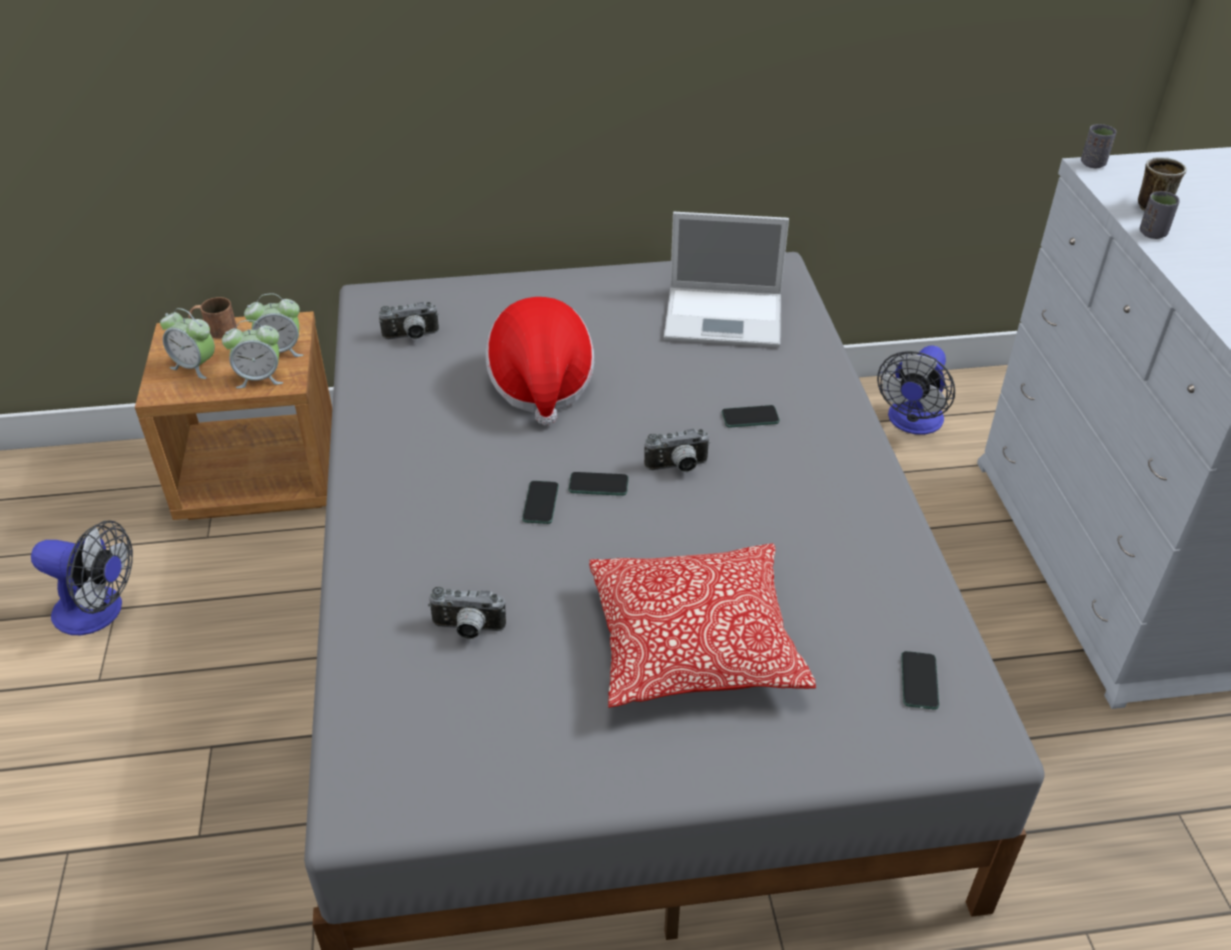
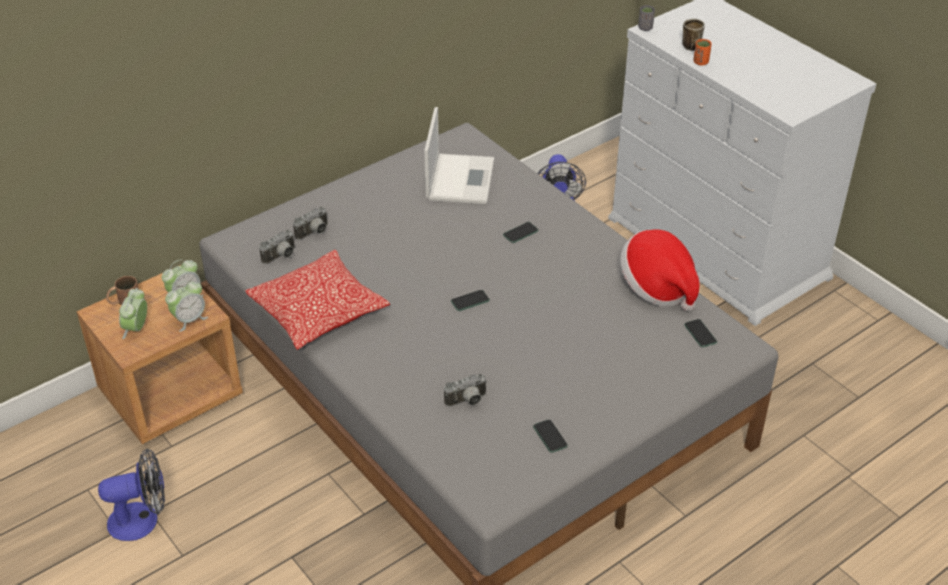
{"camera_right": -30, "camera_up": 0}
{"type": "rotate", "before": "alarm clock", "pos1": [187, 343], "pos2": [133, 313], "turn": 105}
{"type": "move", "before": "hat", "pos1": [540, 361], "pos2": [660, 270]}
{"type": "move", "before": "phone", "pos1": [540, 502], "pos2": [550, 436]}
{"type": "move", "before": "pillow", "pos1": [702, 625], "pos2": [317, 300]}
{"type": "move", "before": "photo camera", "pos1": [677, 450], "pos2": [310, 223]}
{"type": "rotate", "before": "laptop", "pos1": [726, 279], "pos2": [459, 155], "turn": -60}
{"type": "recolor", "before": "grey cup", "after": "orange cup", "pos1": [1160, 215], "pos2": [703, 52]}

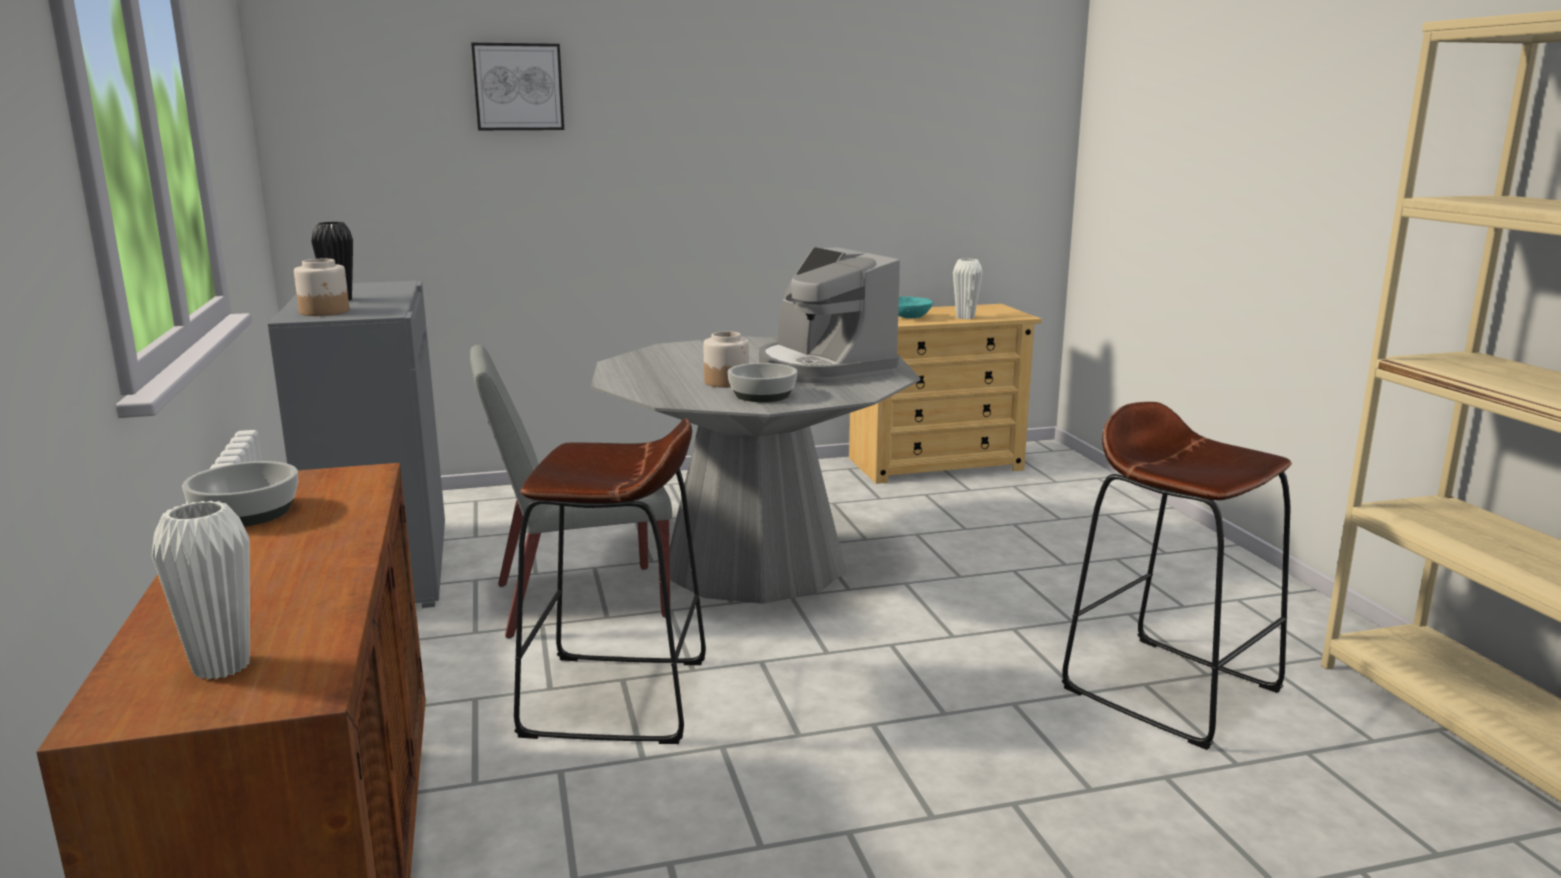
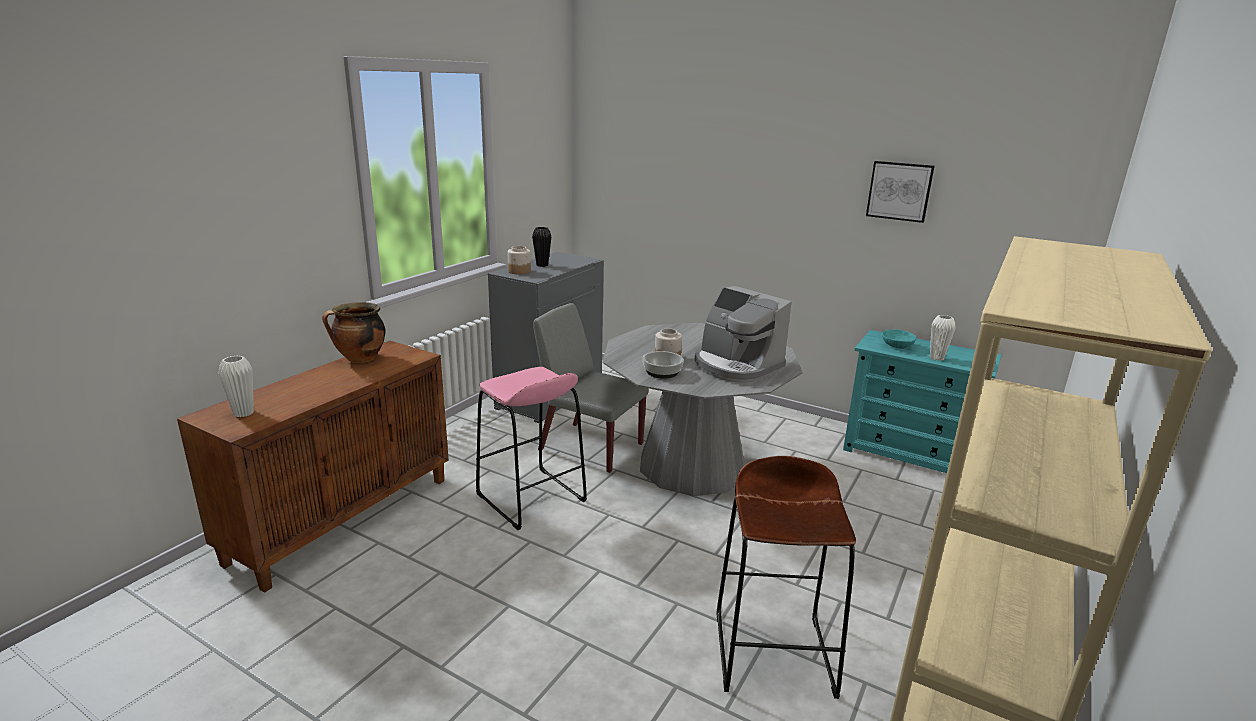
{"camera_right": 45, "camera_up": 5}
{"type": "replace", "before": "bowl", "after": "cooking pot", "pos1": [240, 494], "pos2": [354, 332]}
{"type": "move", "before": "picture", "pos1": [517, 86], "pos2": [900, 192]}
{"type": "recolor", "before": "brown stool", "after": "pink stool", "pos1": [610, 581], "pos2": [531, 448]}
{"type": "rotate", "before": "coffee machine", "pos1": [829, 315], "pos2": [742, 334], "turn": -60}
{"type": "recolor", "before": "beige dresser", "after": "turquoise dresser", "pos1": [945, 394], "pos2": [922, 401]}

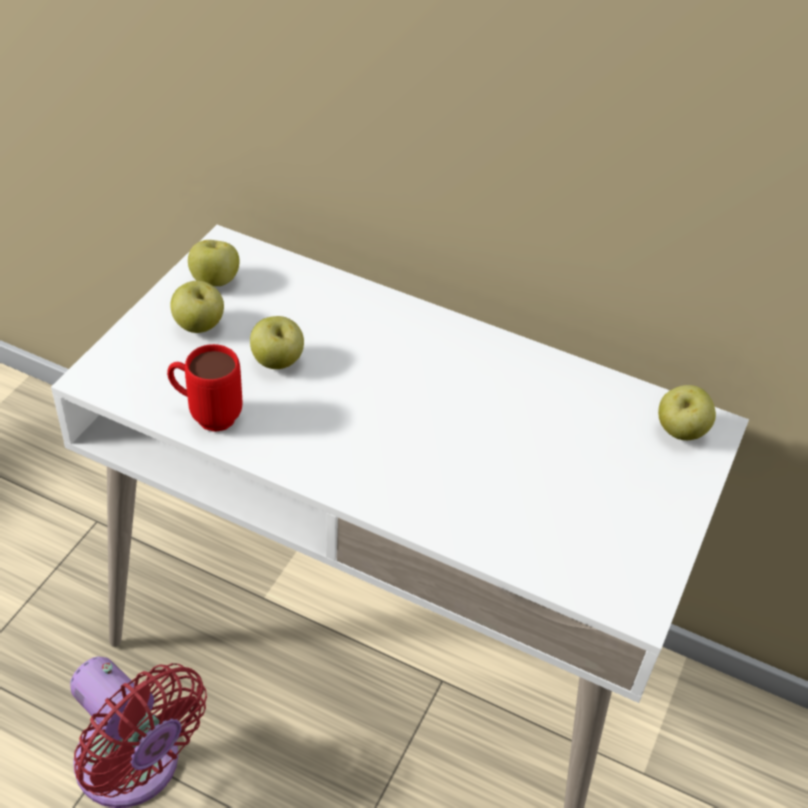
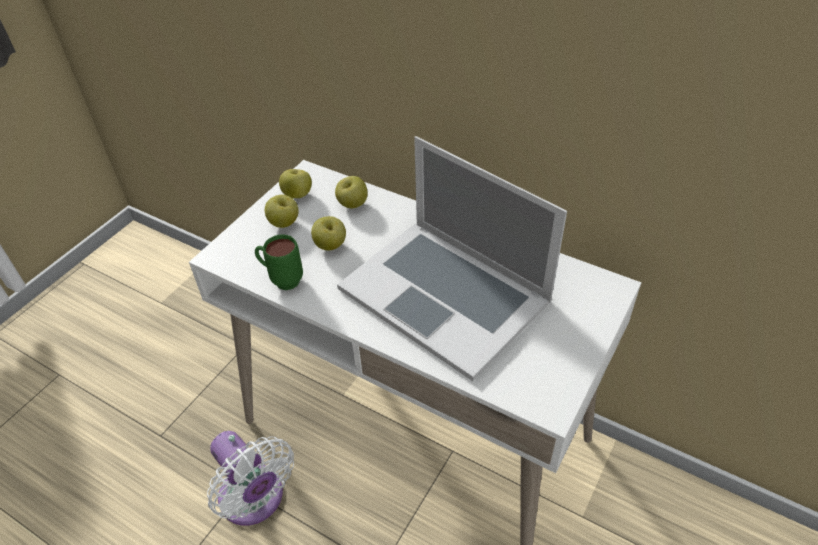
{"camera_right": 10, "camera_up": 0}
{"type": "recolor", "before": "red fan", "after": "white fan", "pos1": [138, 732], "pos2": [250, 478]}
{"type": "recolor", "before": "red mug", "after": "green mug", "pos1": [204, 388], "pos2": [279, 262]}
{"type": "move", "before": "apple", "pos1": [687, 412], "pos2": [351, 192]}
{"type": "insert", "after": "laptop", "pos2": [452, 258]}

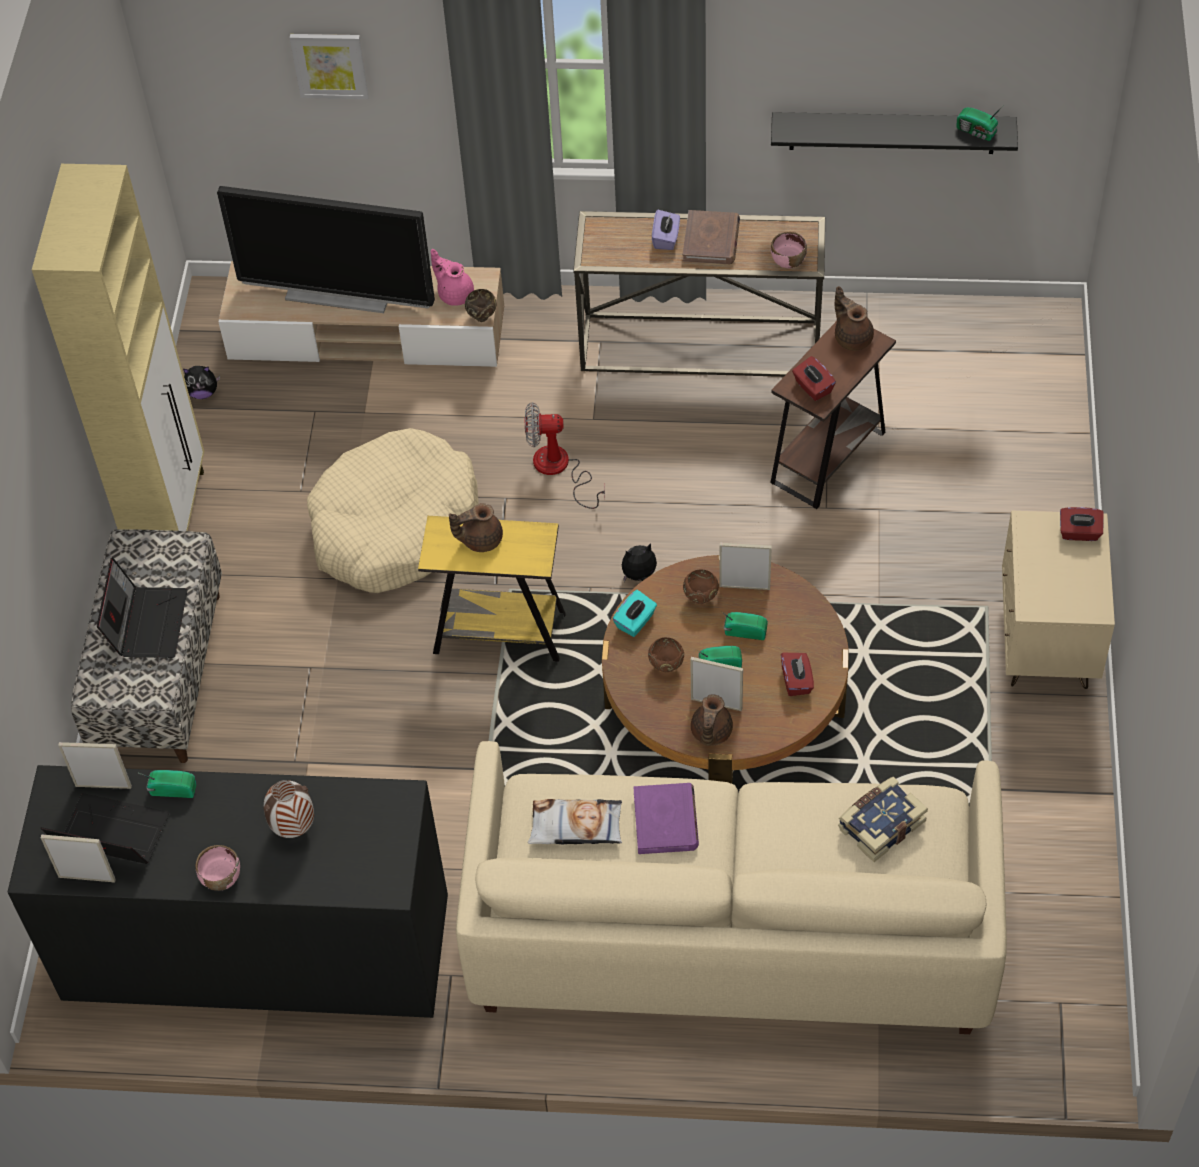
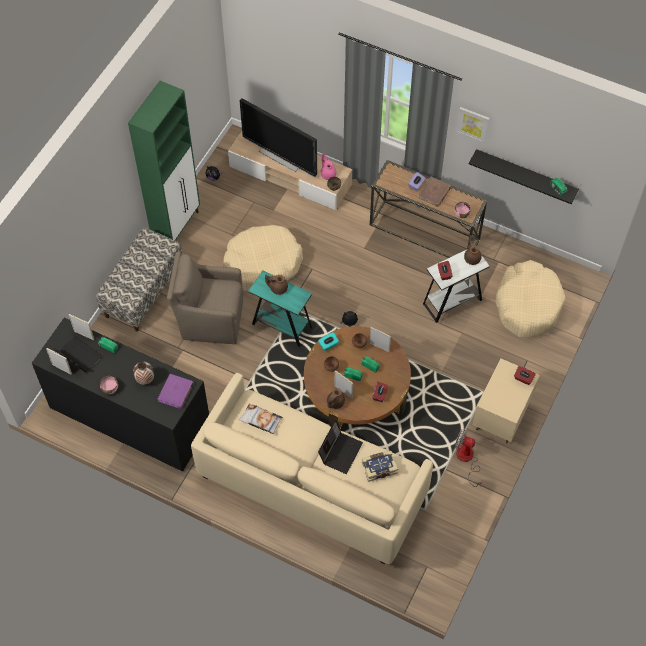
{"camera_right": 20, "camera_up": 5}
{"type": "recolor", "before": "beige cabinet", "after": "green cabinet", "pos1": [118, 347], "pos2": [164, 161]}
{"type": "move", "before": "laptop", "pos1": [142, 607], "pos2": [340, 447]}
{"type": "move", "before": "picture", "pos1": [329, 66], "pos2": [473, 125]}
{"type": "recolor", "before": "yellow side table", "after": "turquoise side table", "pos1": [492, 589], "pos2": [280, 308]}
{"type": "move", "before": "fan", "pos1": [565, 455], "pos2": [468, 458]}
{"type": "move", "before": "purple book", "pos1": [666, 818], "pos2": [176, 391]}
{"type": "recolor", "before": "brown side table", "after": "white side table", "pos1": [833, 415], "pos2": [456, 286]}
{"type": "insert", "after": "brown armchair", "pos2": [205, 298]}
{"type": "insert", "after": "beige dog bed", "pos2": [530, 299]}

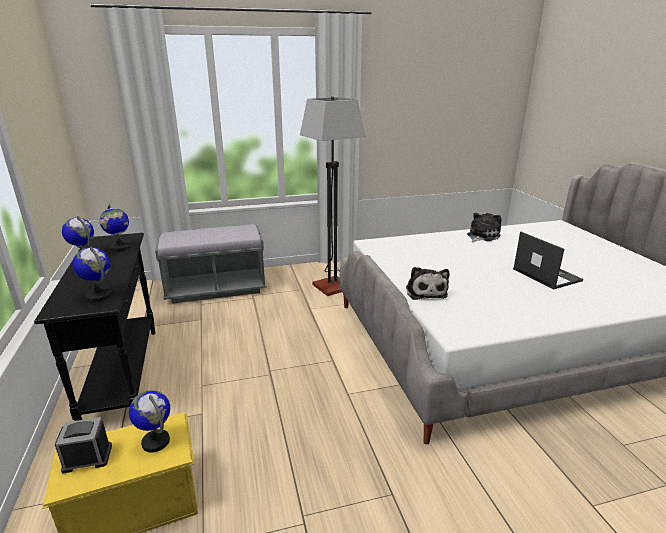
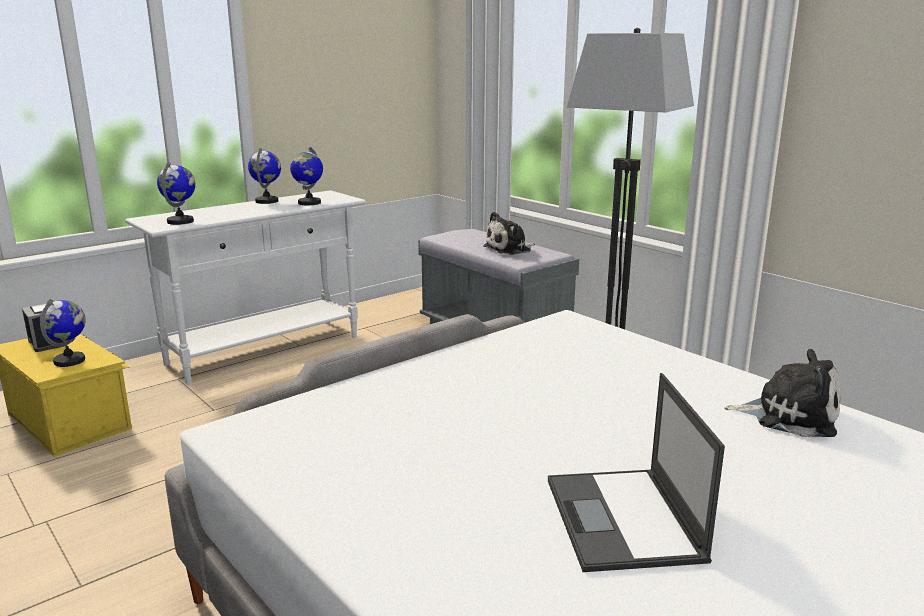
{"camera_right": 65, "camera_up": -5}
{"type": "recolor", "before": "black console table", "after": "white console table", "pos1": [94, 327], "pos2": [246, 287]}
{"type": "move", "before": "plush toy", "pos1": [427, 283], "pos2": [509, 233]}
{"type": "rotate", "before": "laptop", "pos1": [548, 260], "pos2": [636, 472], "turn": 135}

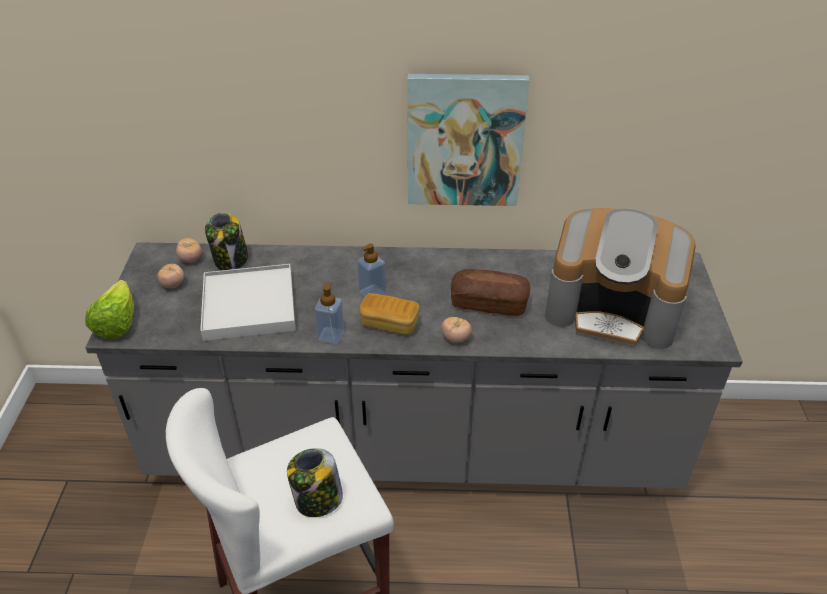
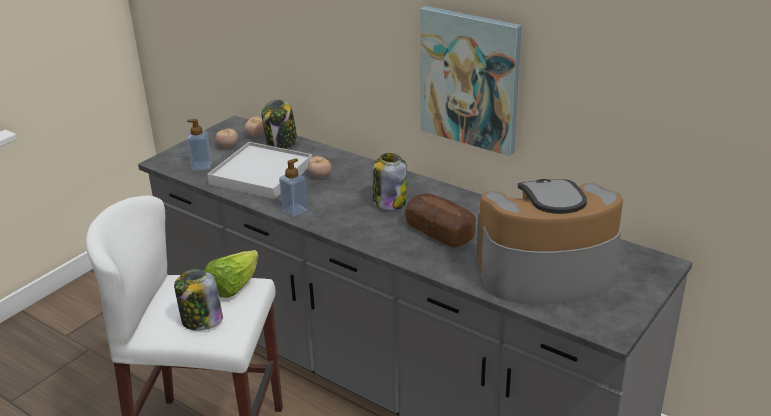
{"camera_right": 35, "camera_up": -10}
{"type": "move", "before": "lettuce", "pos1": [109, 309], "pos2": [231, 274]}
{"type": "move", "before": "soap dispenser", "pos1": [371, 270], "pos2": [199, 144]}
{"type": "delete", "before": "bread", "pos1": [389, 314]}
{"type": "move", "before": "tomato", "pos1": [456, 330], "pos2": [319, 167]}
{"type": "rotate", "before": "coffee machine", "pos1": [620, 278], "pos2": [549, 242], "turn": 120}
{"type": "insert", "after": "jar", "pos2": [390, 181]}

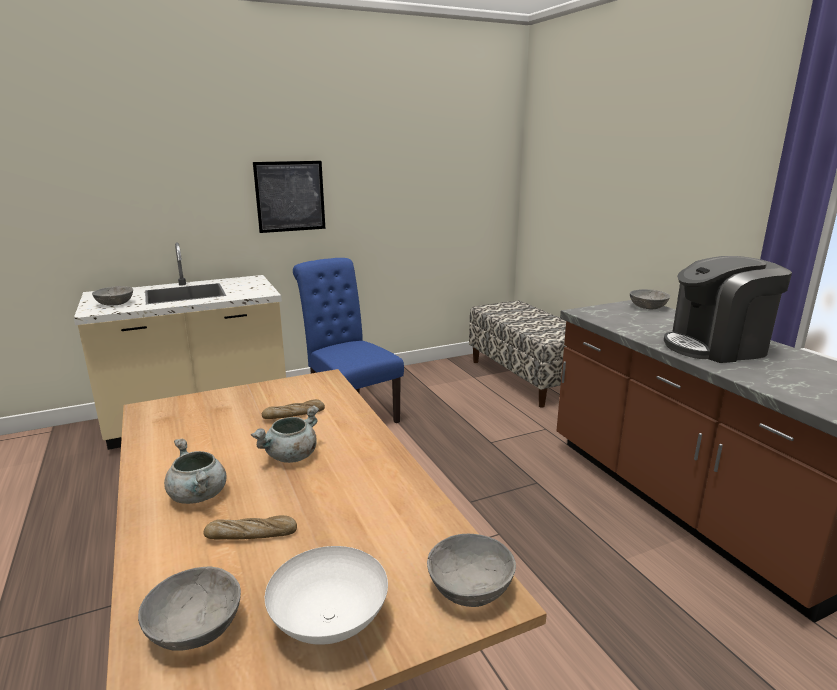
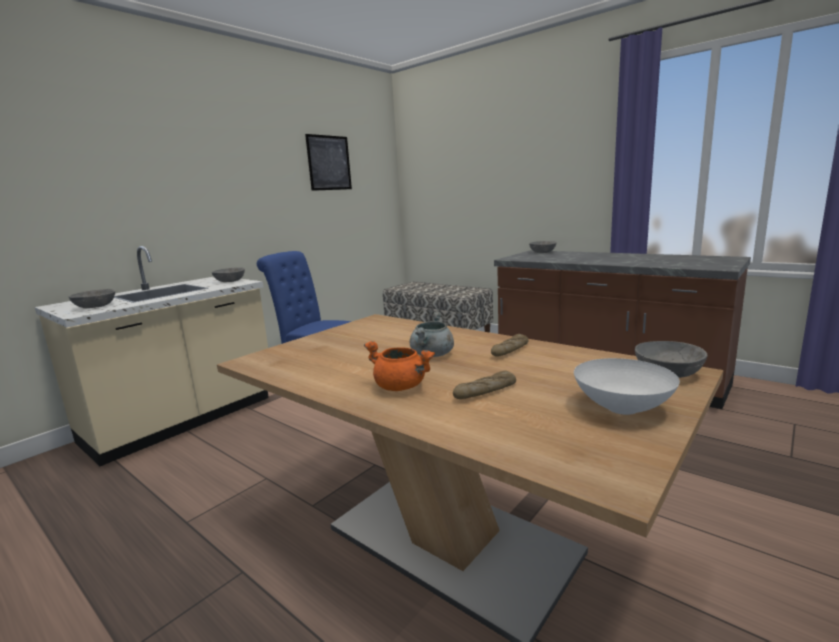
{"camera_right": -25, "camera_up": -5}
{"type": "move", "before": "grey bowl", "pos1": [189, 608], "pos2": [228, 275]}
{"type": "recolor", "before": "grey cooking pot", "after": "orange cooking pot", "pos1": [195, 471], "pos2": [399, 366]}
{"type": "move", "before": "picture", "pos1": [289, 197], "pos2": [328, 162]}
{"type": "move", "before": "bread", "pos1": [293, 409], "pos2": [509, 345]}
{"type": "delete", "before": "coffee machine", "pos1": [728, 309]}

